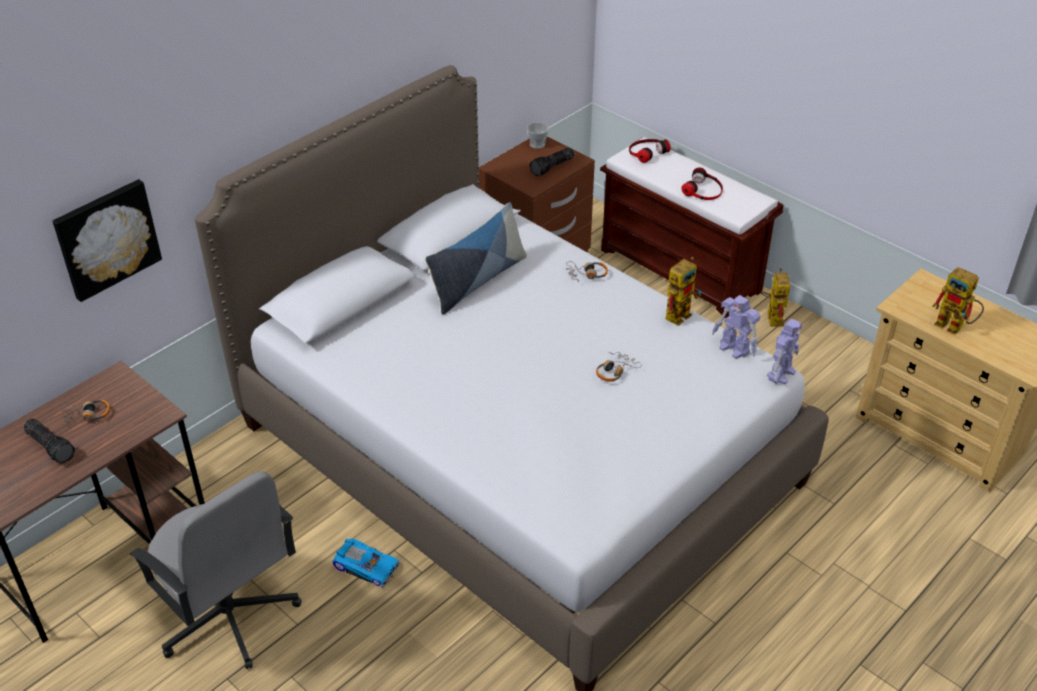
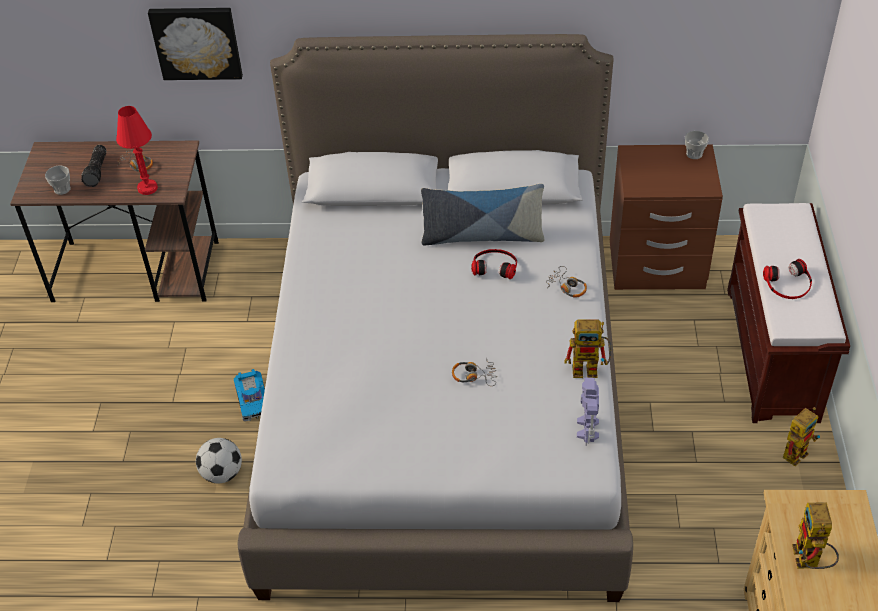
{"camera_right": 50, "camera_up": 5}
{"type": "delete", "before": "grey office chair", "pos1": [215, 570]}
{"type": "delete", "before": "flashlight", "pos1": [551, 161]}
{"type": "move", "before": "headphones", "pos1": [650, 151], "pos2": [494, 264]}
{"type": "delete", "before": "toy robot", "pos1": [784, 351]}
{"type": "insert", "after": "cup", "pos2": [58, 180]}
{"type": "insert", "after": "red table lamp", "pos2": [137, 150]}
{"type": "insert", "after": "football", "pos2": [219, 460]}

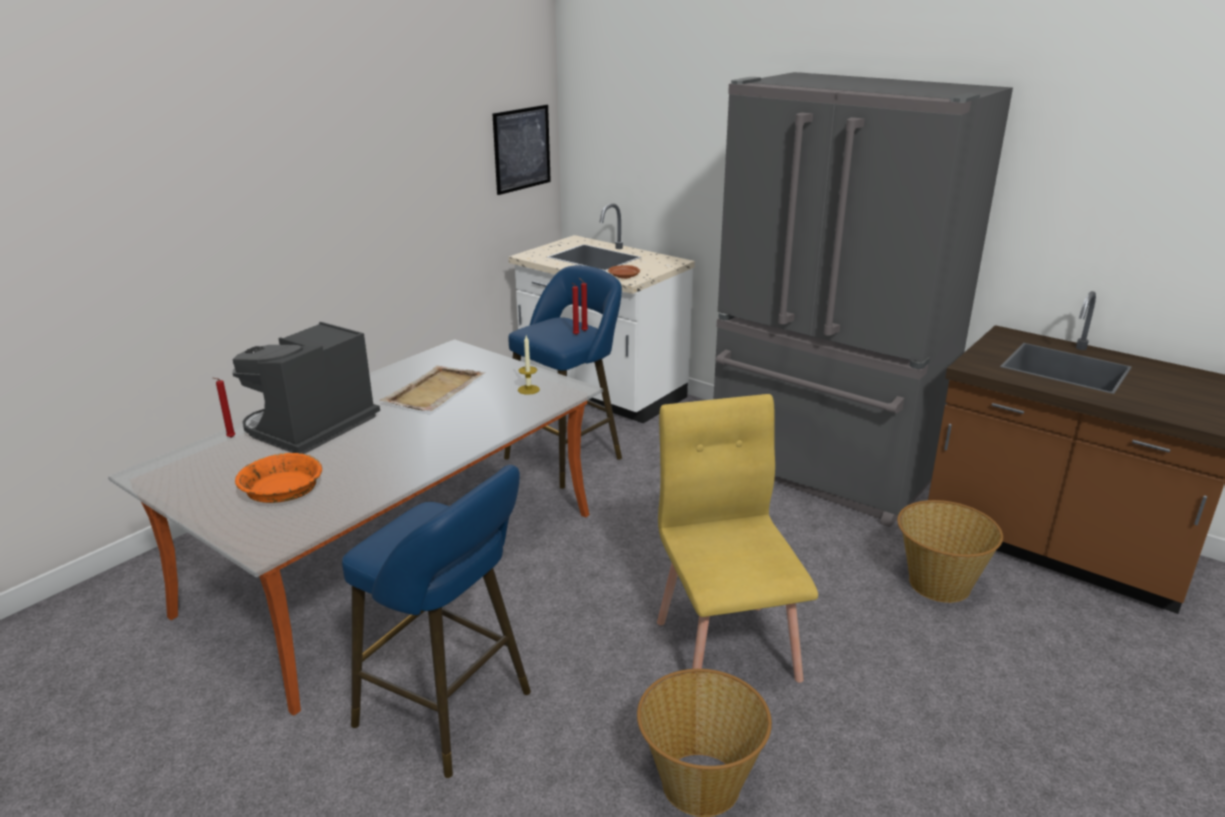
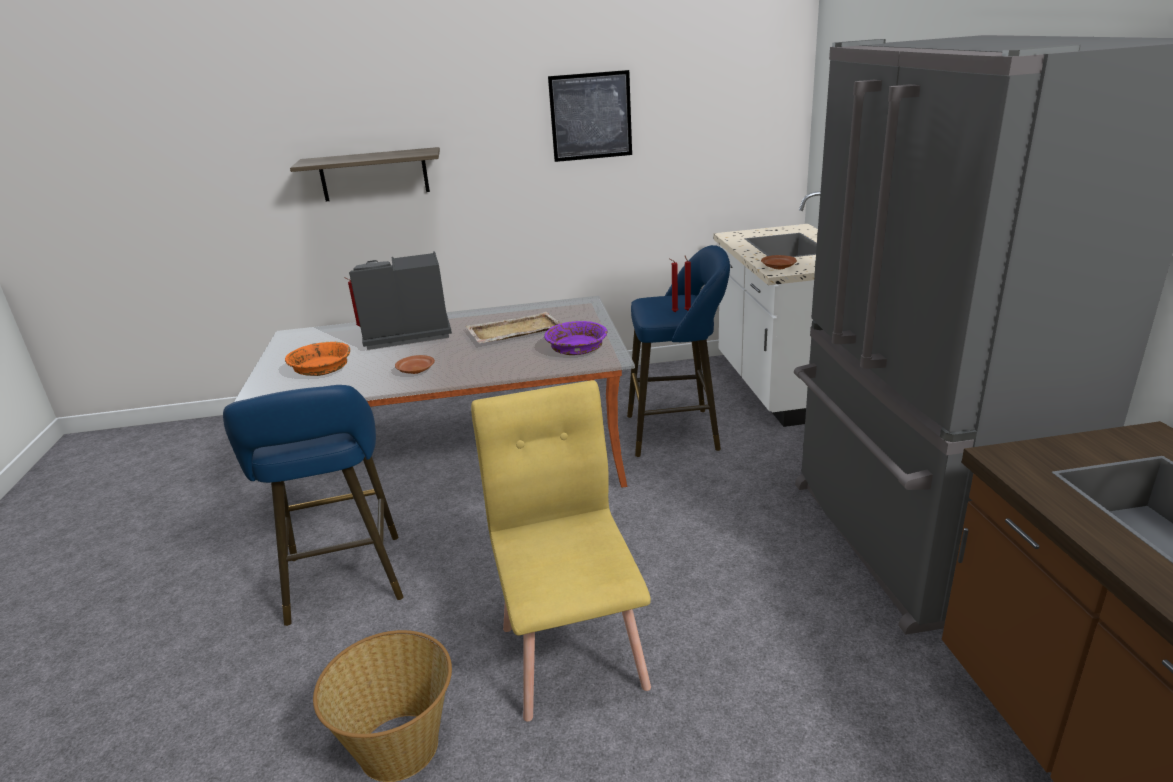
{"camera_right": 45, "camera_up": 0}
{"type": "move", "before": "picture", "pos1": [521, 150], "pos2": [590, 116]}
{"type": "replace", "before": "candle", "after": "purple bowl", "pos1": [529, 365], "pos2": [576, 338]}
{"type": "rotate", "before": "yellow chair", "pos1": [737, 538], "pos2": [561, 551], "turn": -45}
{"type": "delete", "before": "basket", "pos1": [950, 551]}
{"type": "insert", "after": "shelf", "pos2": [365, 174]}
{"type": "insert", "after": "brown plate", "pos2": [415, 364]}

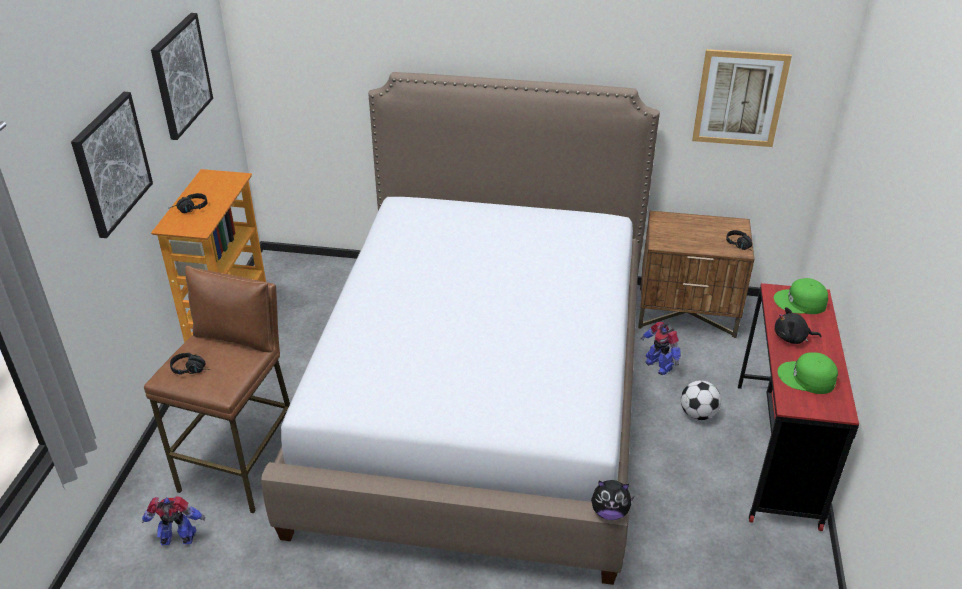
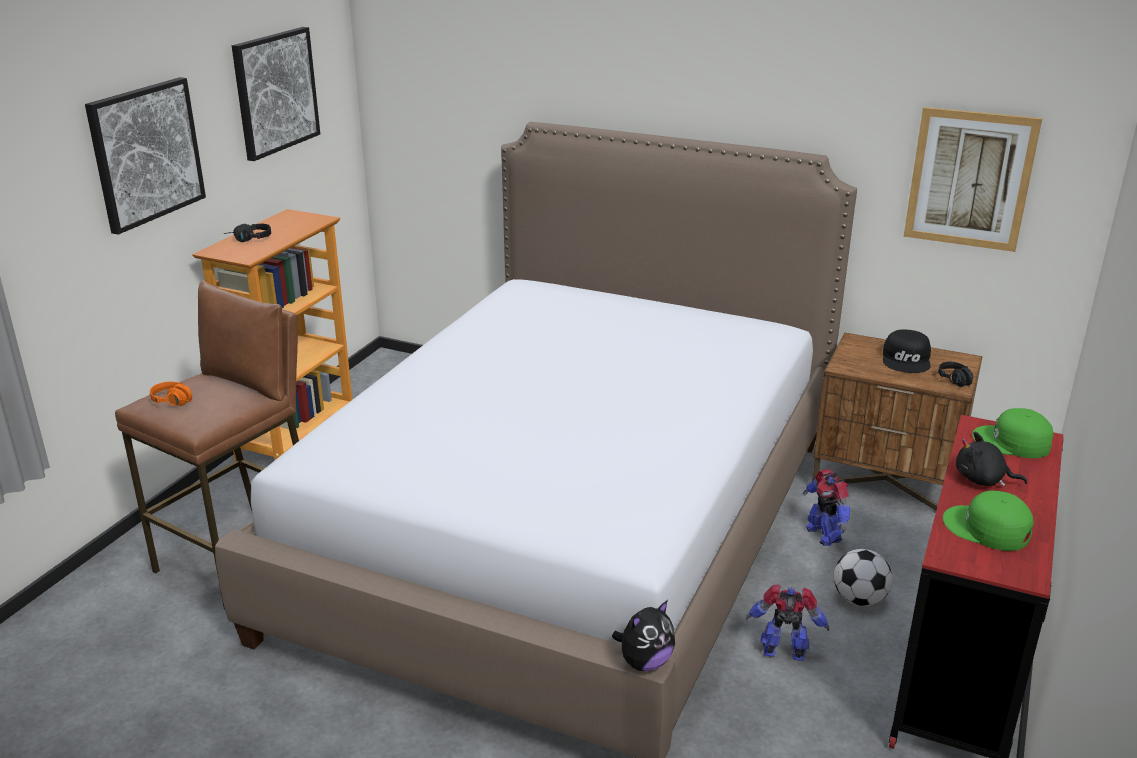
{"camera_right": 15, "camera_up": -10}
{"type": "move", "before": "toy robot", "pos1": [173, 520], "pos2": [787, 622]}
{"type": "recolor", "before": "black headphones", "after": "orange headphones", "pos1": [190, 364], "pos2": [171, 394]}
{"type": "rotate", "before": "plush toy", "pos1": [612, 500], "pos2": [643, 635], "turn": -60}
{"type": "insert", "after": "black cap", "pos2": [907, 351]}

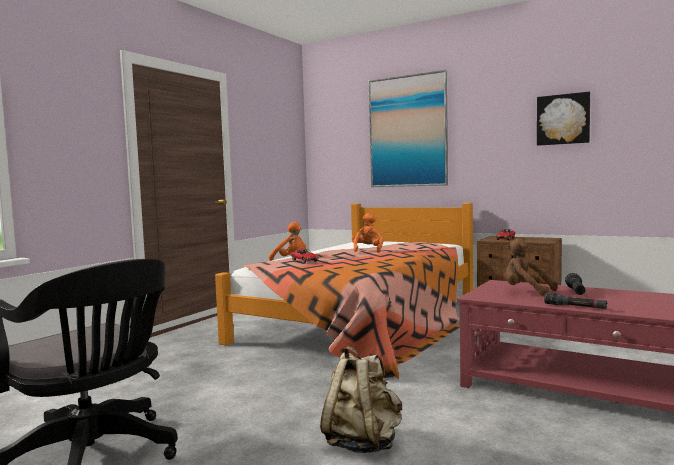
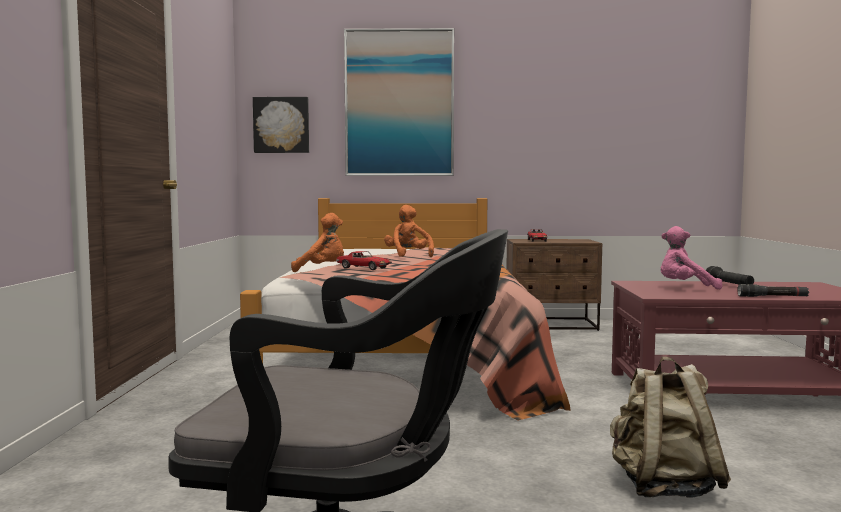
{"camera_right": -30, "camera_up": 0}
{"type": "recolor", "before": "brown plush toy", "after": "pink plush toy", "pos1": [531, 267], "pos2": [691, 258]}
{"type": "move", "before": "picture", "pos1": [563, 119], "pos2": [281, 125]}

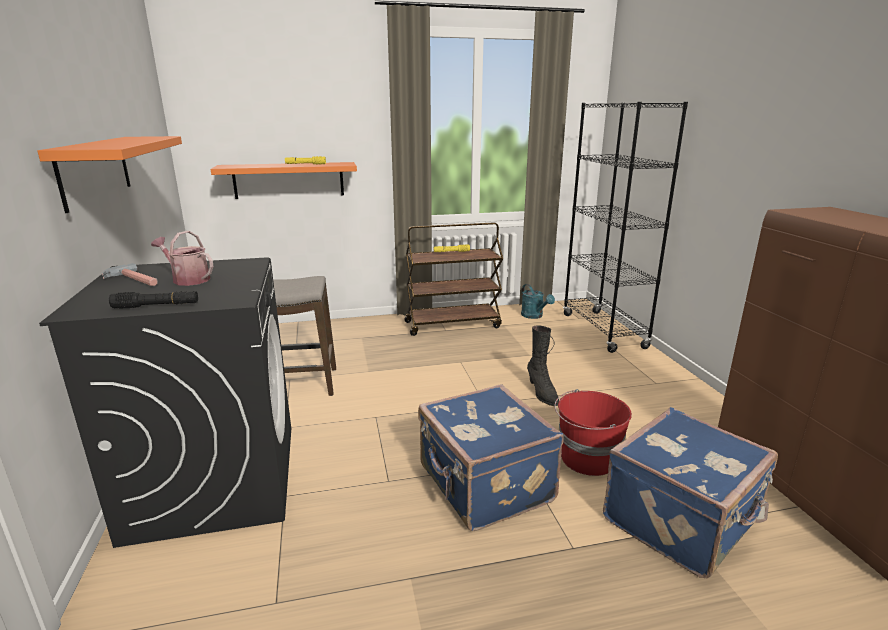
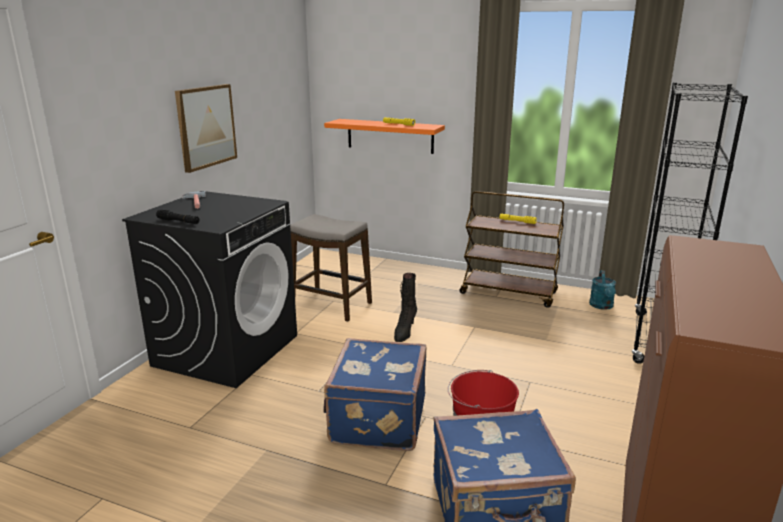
{"camera_right": 35, "camera_up": 0}
{"type": "replace", "before": "orange shelf", "after": "picture", "pos1": [109, 174], "pos2": [206, 128]}
{"type": "delete", "before": "watering can", "pos1": [182, 258]}
{"type": "move", "before": "black boot", "pos1": [543, 366], "pos2": [405, 307]}

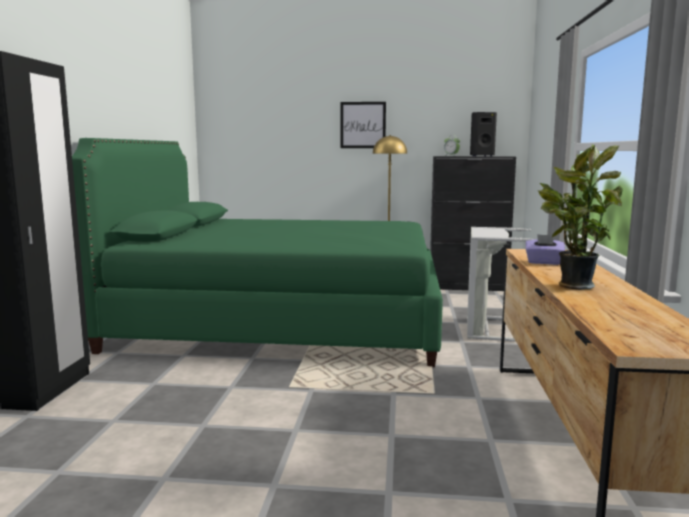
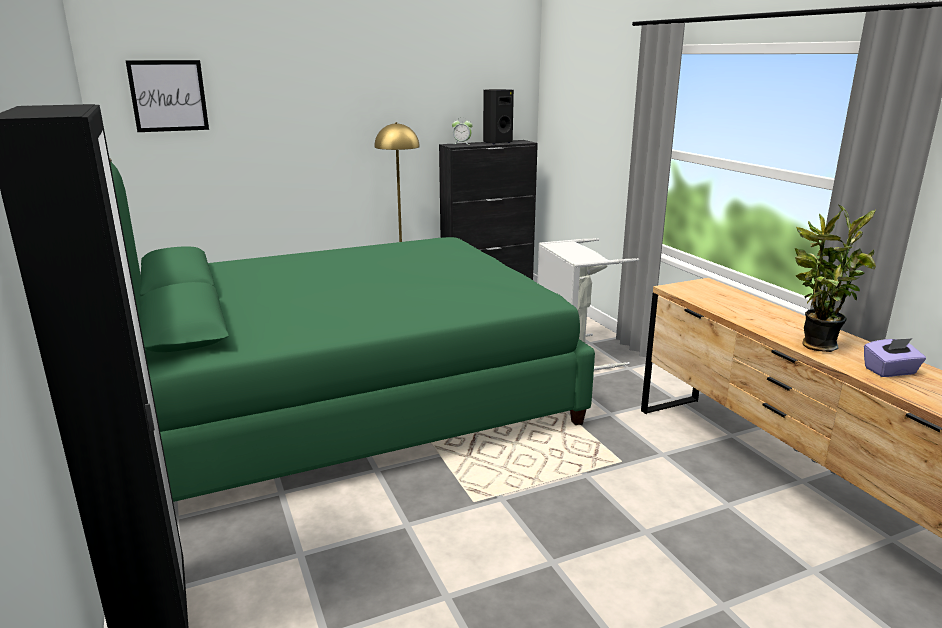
{"camera_right": -30, "camera_up": 10}
{"type": "move", "before": "picture", "pos1": [363, 125], "pos2": [167, 96]}
{"type": "move", "before": "purple tissue box", "pos1": [545, 249], "pos2": [895, 357]}

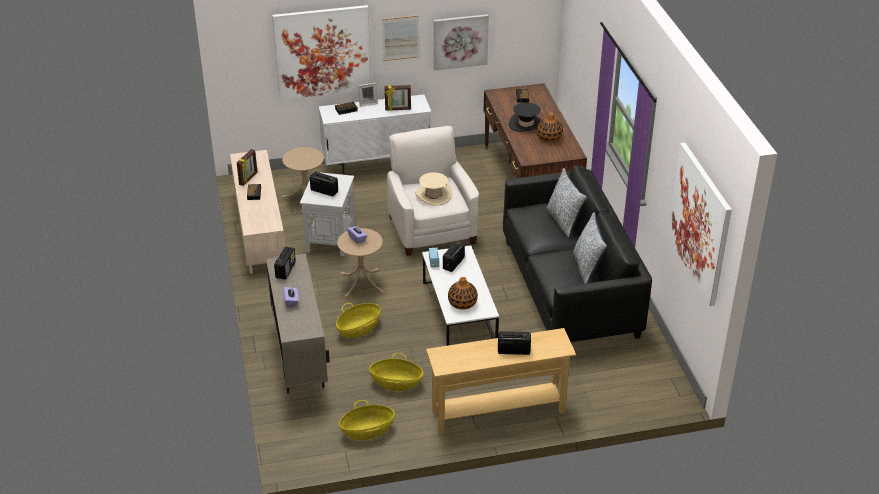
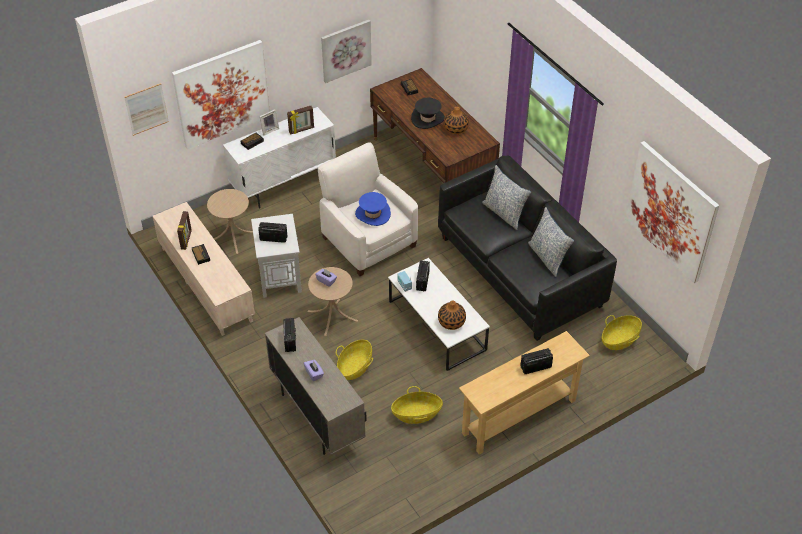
{"camera_right": -20, "camera_up": 10}
{"type": "move", "before": "basket", "pos1": [367, 420], "pos2": [622, 332]}
{"type": "move", "before": "picture", "pos1": [401, 38], "pos2": [146, 109]}
{"type": "recolor", "before": "beige hat", "after": "blue hat", "pos1": [433, 189], "pos2": [373, 209]}

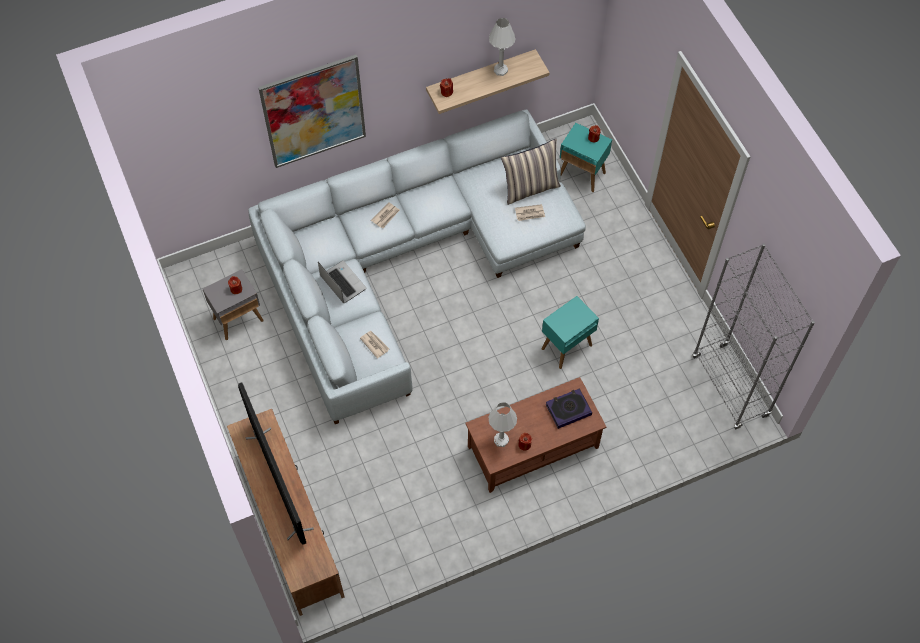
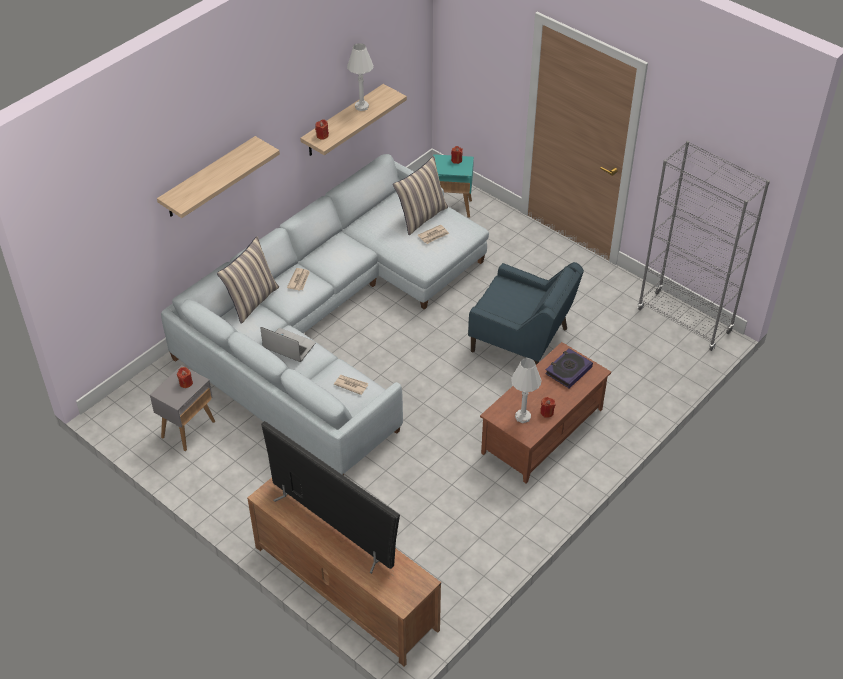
{"camera_right": -25, "camera_up": -15}
{"type": "replace", "before": "picture", "after": "shelf", "pos1": [312, 111], "pos2": [218, 177]}
{"type": "replace", "before": "turquoise side table", "after": "blue armchair", "pos1": [570, 332], "pos2": [526, 313]}
{"type": "insert", "after": "pillow", "pos2": [248, 280]}

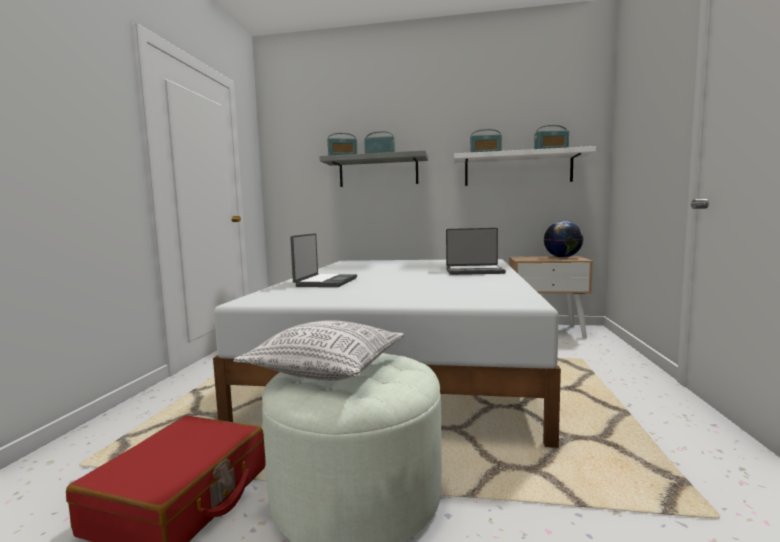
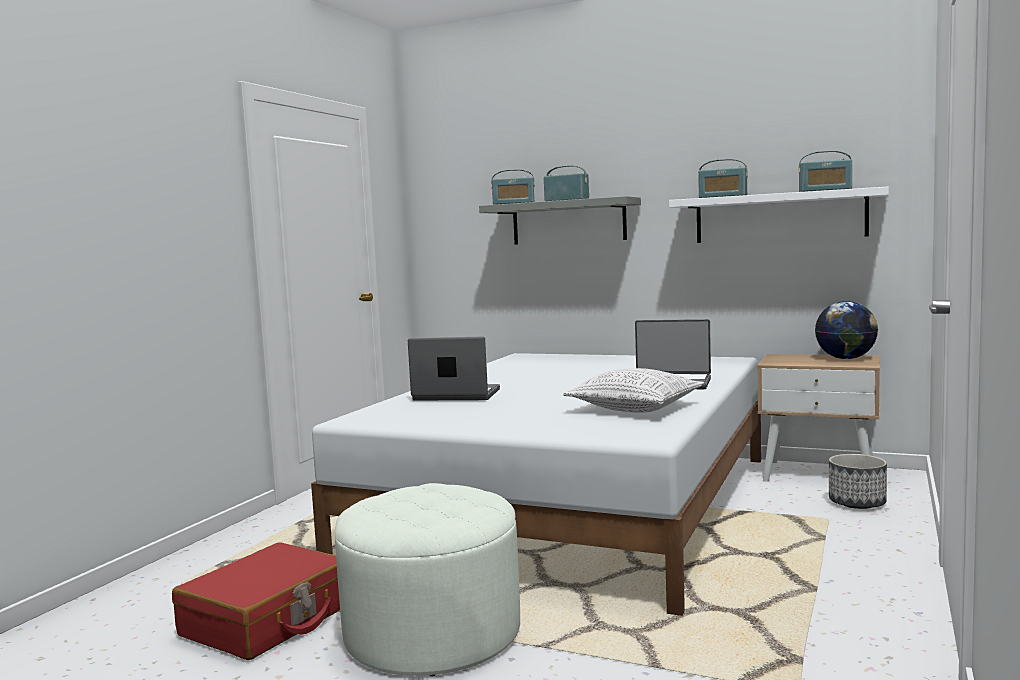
{"camera_right": 15, "camera_up": 0}
{"type": "move", "before": "pillow", "pos1": [319, 350], "pos2": [633, 390]}
{"type": "rotate", "before": "laptop", "pos1": [323, 260], "pos2": [454, 369], "turn": -105}
{"type": "insert", "after": "planter", "pos2": [858, 481]}

